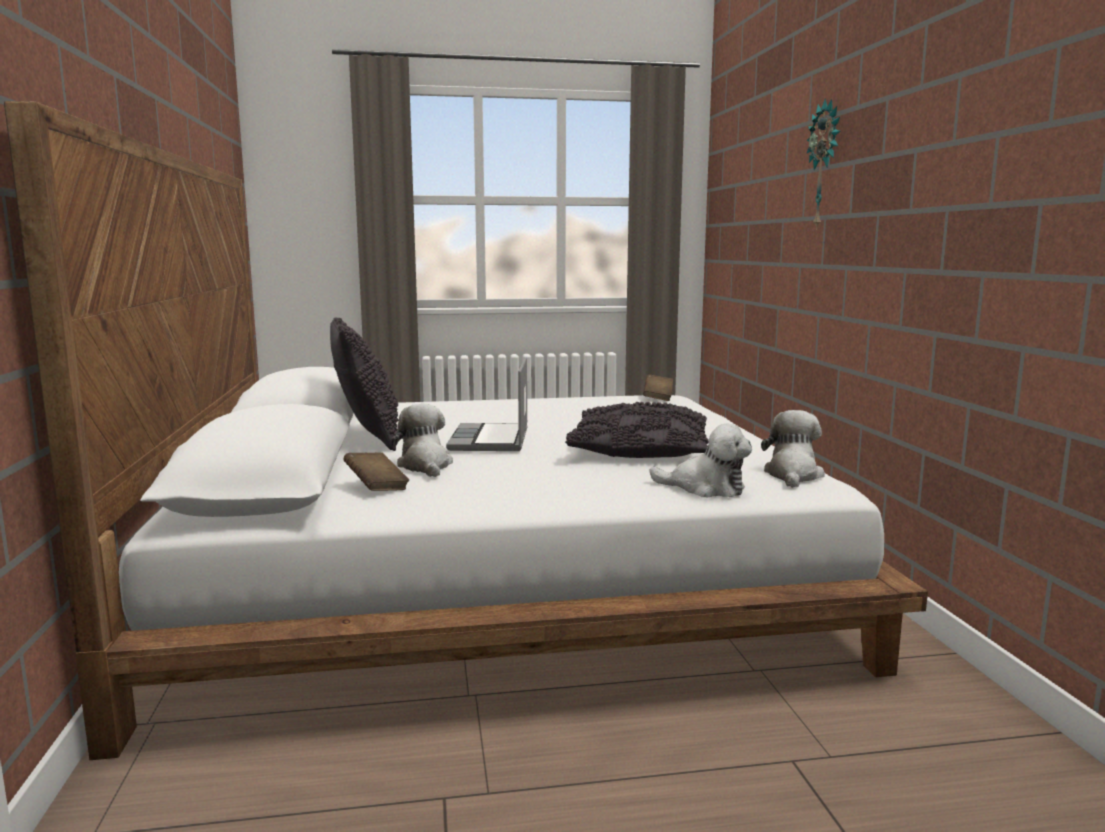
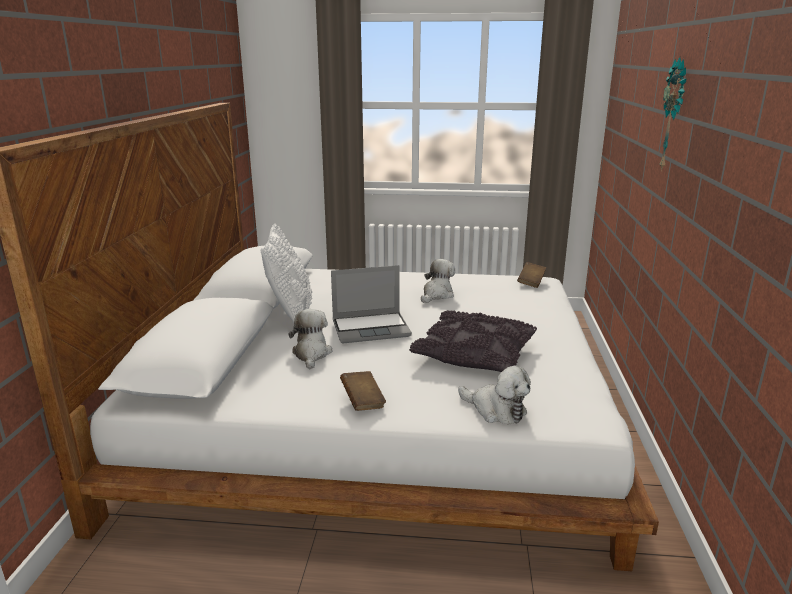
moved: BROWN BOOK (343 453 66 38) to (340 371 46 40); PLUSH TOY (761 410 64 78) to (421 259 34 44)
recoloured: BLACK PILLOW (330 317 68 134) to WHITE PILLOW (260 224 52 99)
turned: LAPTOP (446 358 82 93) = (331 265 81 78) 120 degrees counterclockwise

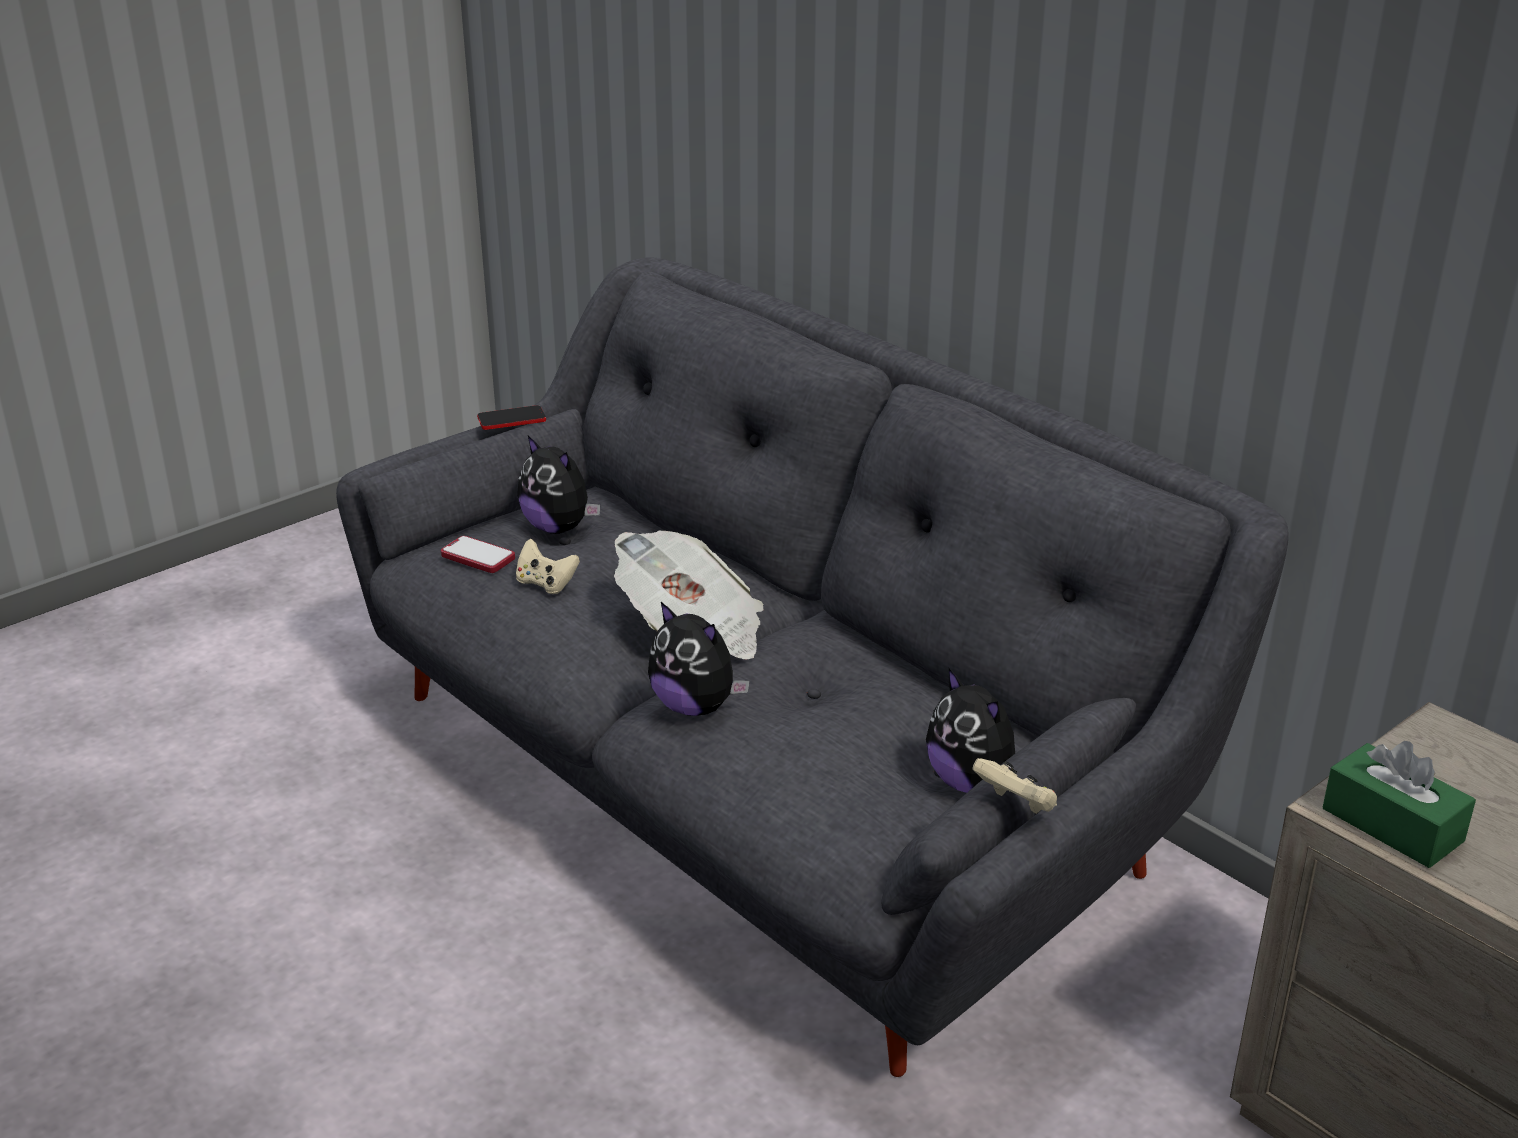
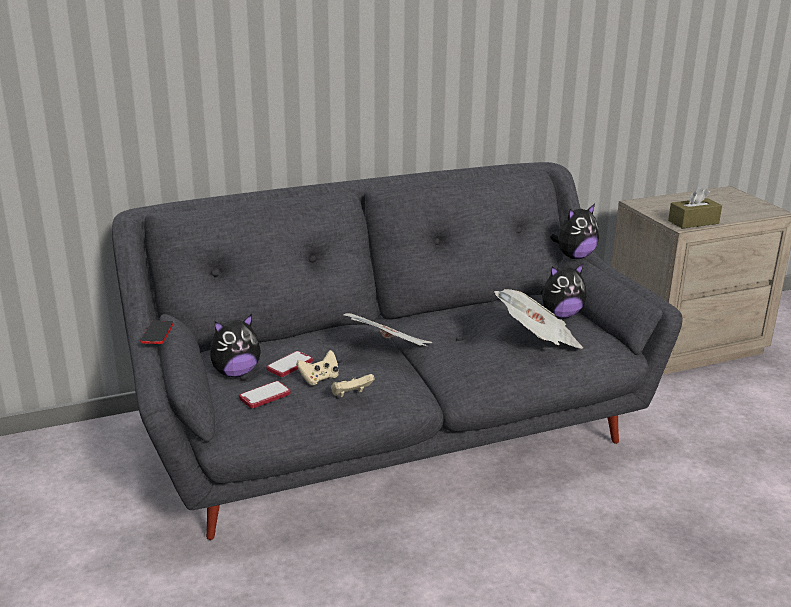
added: PHONE (266 351 47 26); NEWSPAPER (494 289 90 60)
moved: PLUSH TOY (648 602 102 114) to (550 204 49 55); BEIGE GAME CONTROLLER (972 758 85 56) to (331 374 43 24)
recoloured: GREEN TISSUE BOX (1323 741 153 127) to BROWN TISSUE BOX (668 186 54 43)

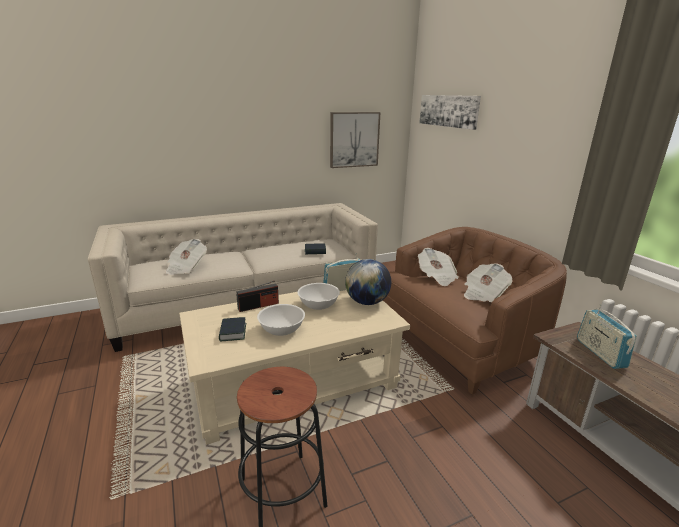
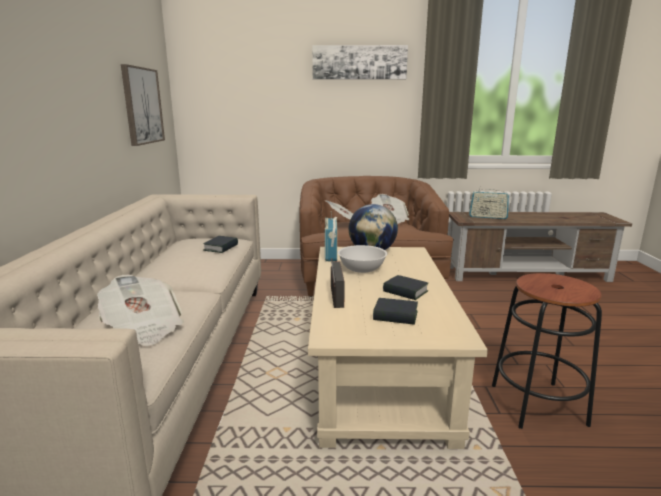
moved: PICTURE (419 95 62 35) to (312 45 96 34)
replaced: WHITE BOWL (257 304 48 32) to BOOK (383 275 45 25)

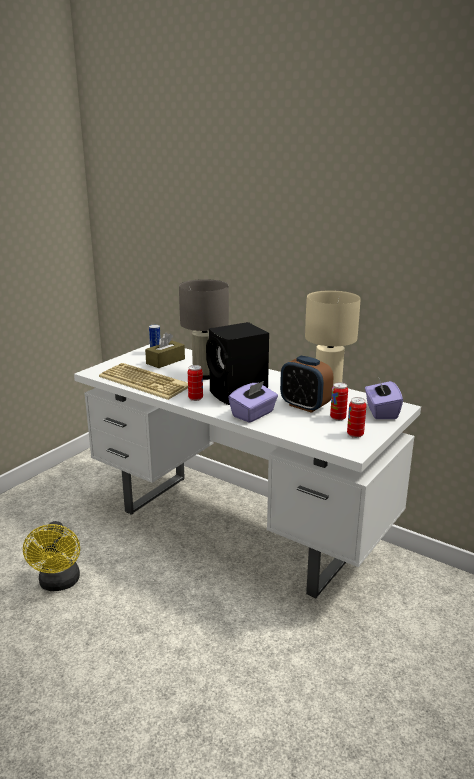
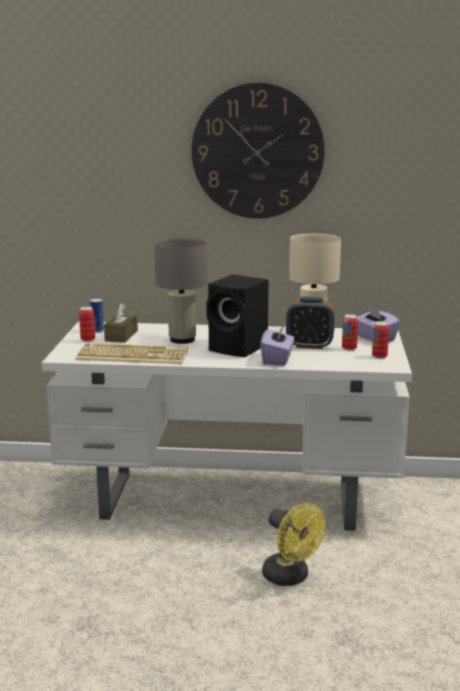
added: WALL CLOCK (191 83 134 136)
moved: YELLOW FAN (23 521 57 70) to (262 503 64 83); CAN (188 365 15 36) to (79 306 16 36)

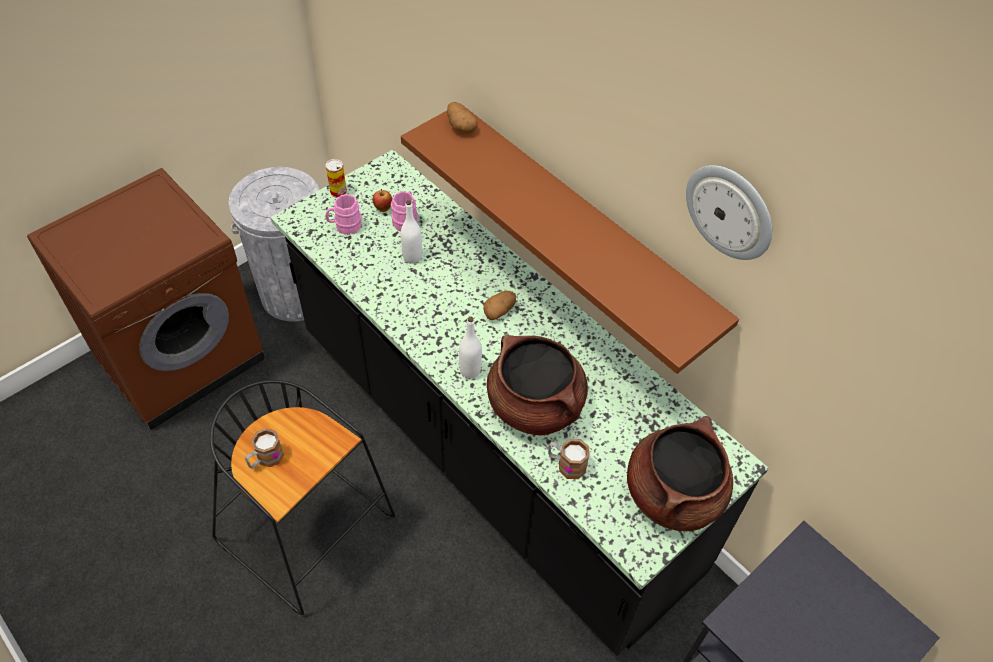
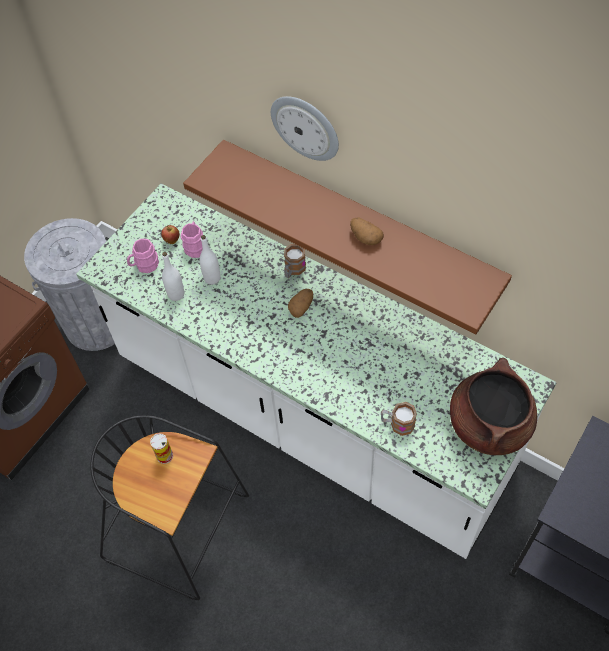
removed: BROWN COOKING POT (487 335 101 100)
moved: MUG (245 428 39 41) to (284 244 22 34); CAN (326 159 21 39) to (150 433 23 31); POTATO (447 102 31 31) to (350 218 34 27); WHITE BOTTLE (459 317 23 61) to (162 252 22 49); WALL CLOCK (686 165 86 95) to (271 96 68 65)
recoloured: BLACK COUNTER (270 149 499 507) to WHITE COUNTER (76 183 480 376)

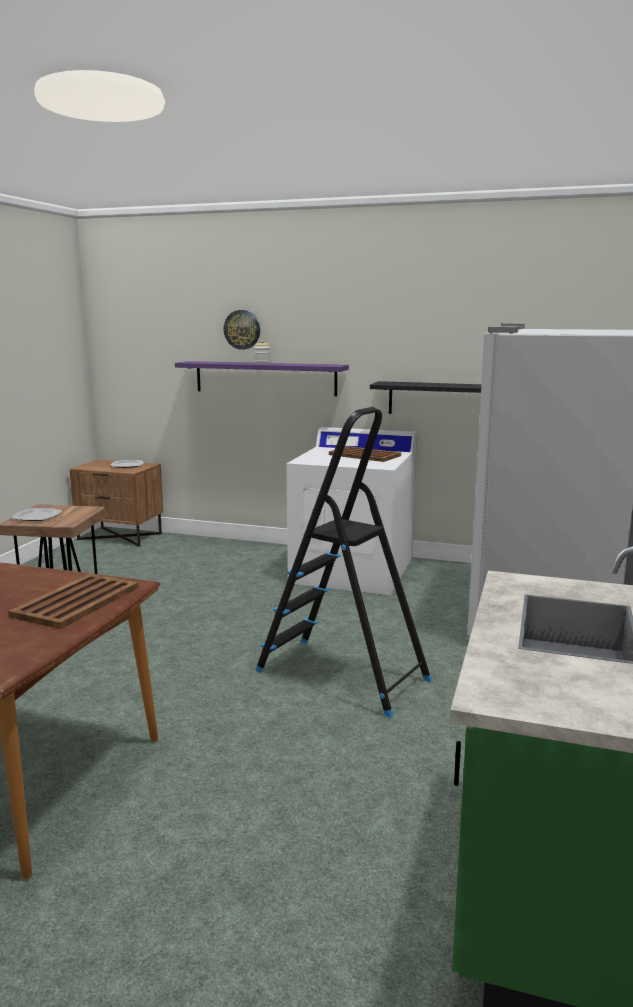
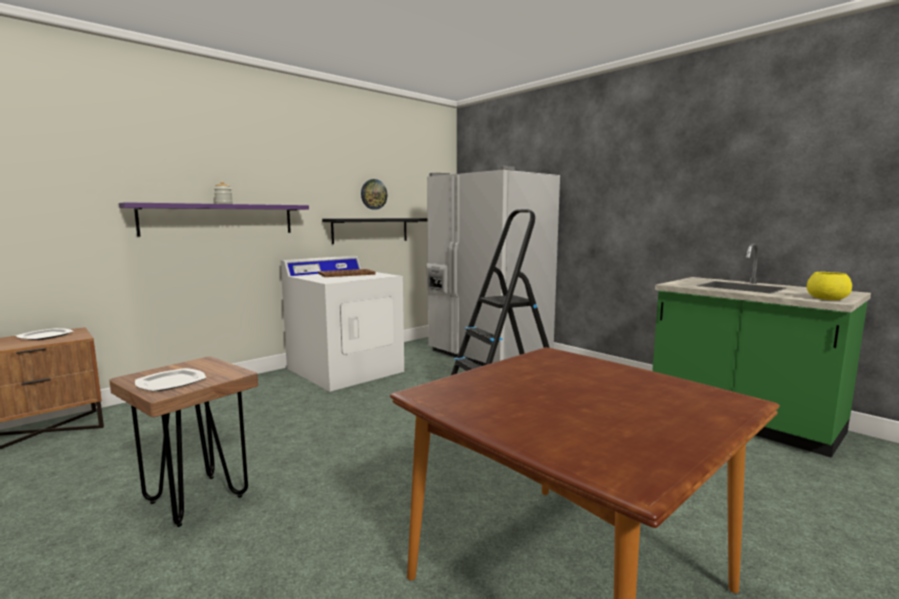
removed: BROWN TRAY (8 574 130 55)
added: YELLOW BOWL (807 272 45 28)
moved: WALL CLOCK (223 310 37 40) to (361 179 26 31)

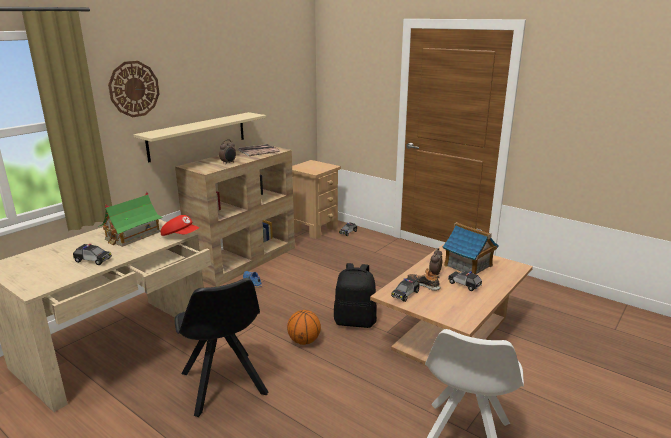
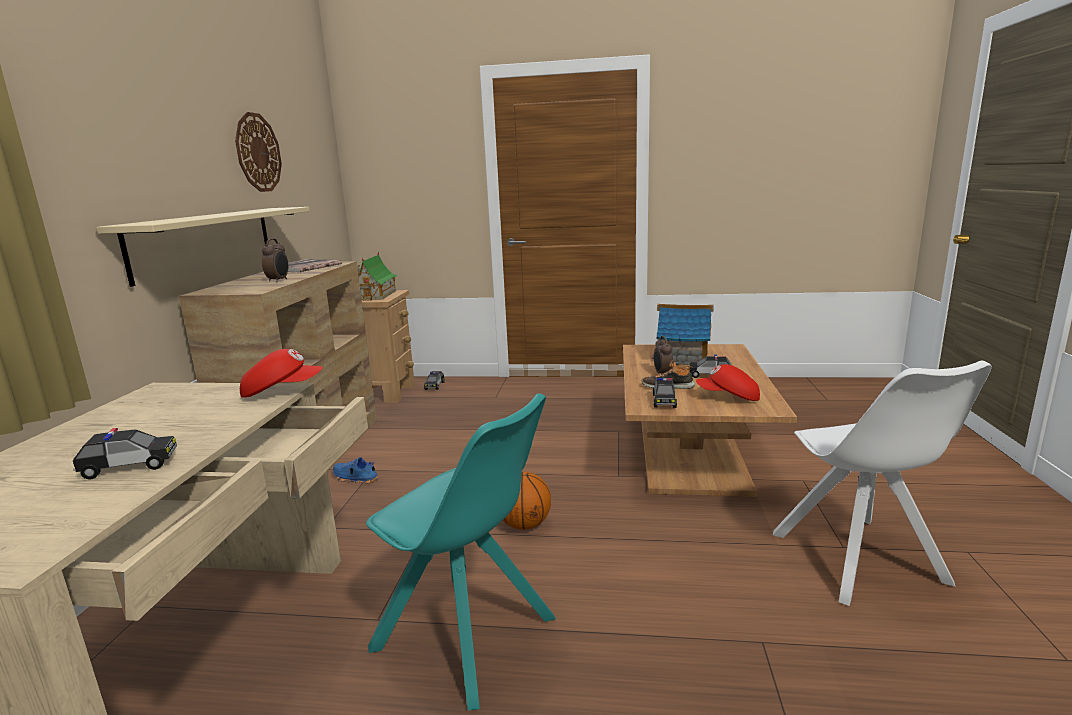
removed: BLACK BACKPACK (334 263 43 65)
added: RED CAP (696 364 64 37)
moved: TOY HOUSE (98 192 65 55) to (357 252 41 49); WALL CLOCK (108 61 52 56) to (235 112 47 80)
recoloured: BLACK CHAIR (175 278 93 139) to TURQUOISE CHAIR (366 393 190 317)

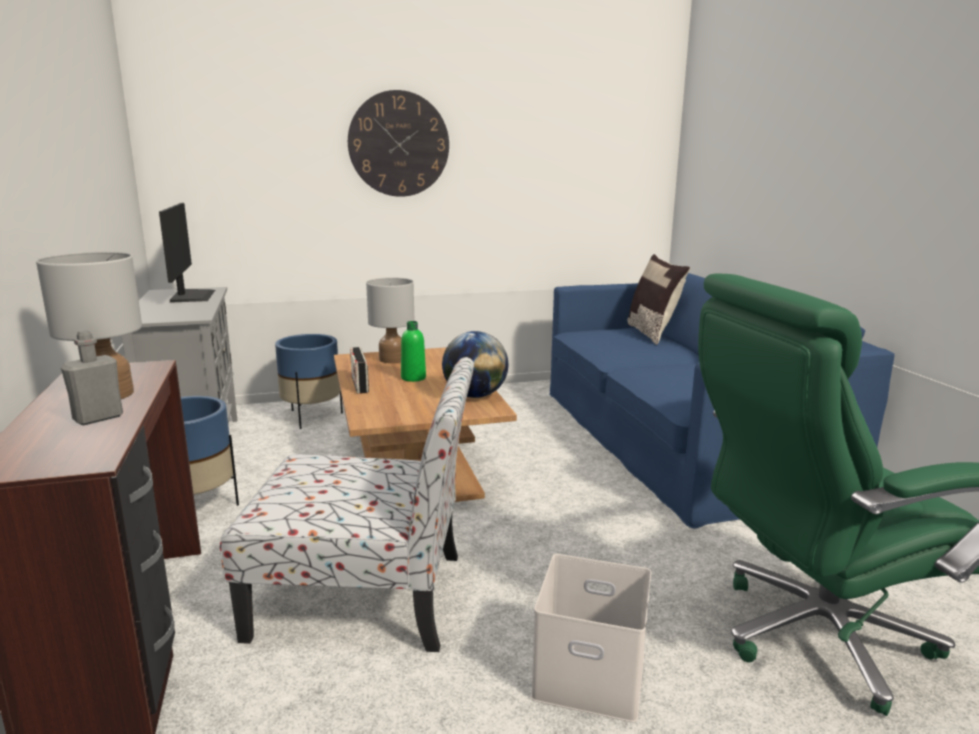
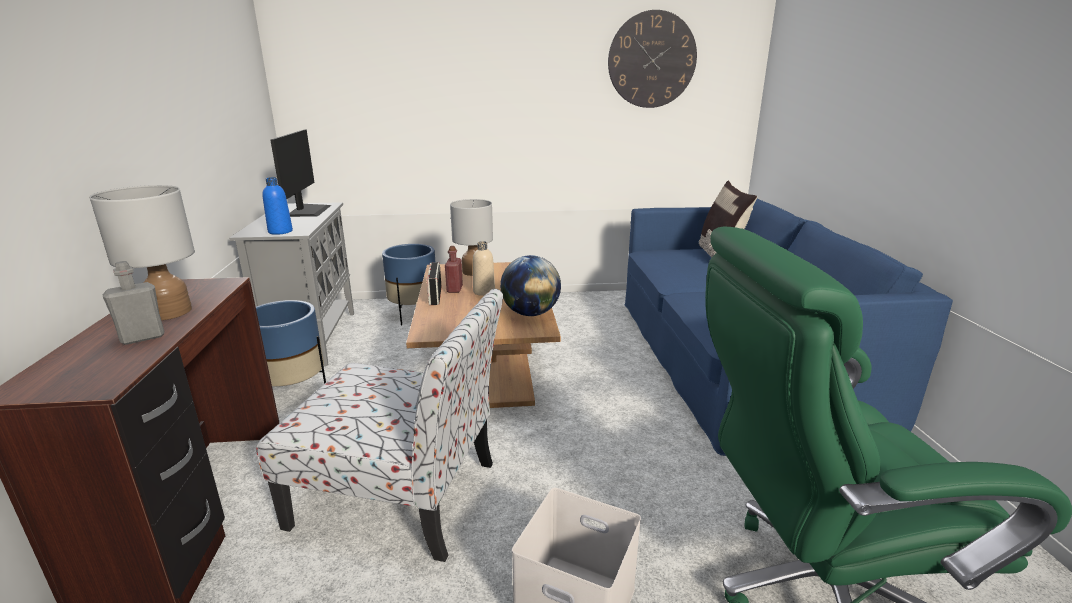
added: BLUE BOTTLE (262 177 31 58); RED BOTTLE (445 246 18 47)
moved: WALL CLOCK (348 90 101 107) to (608 10 89 98)
recoloured: GREEN BOTTLE (401 321 25 61) to BEIGE BOTTLE (473 241 22 55)

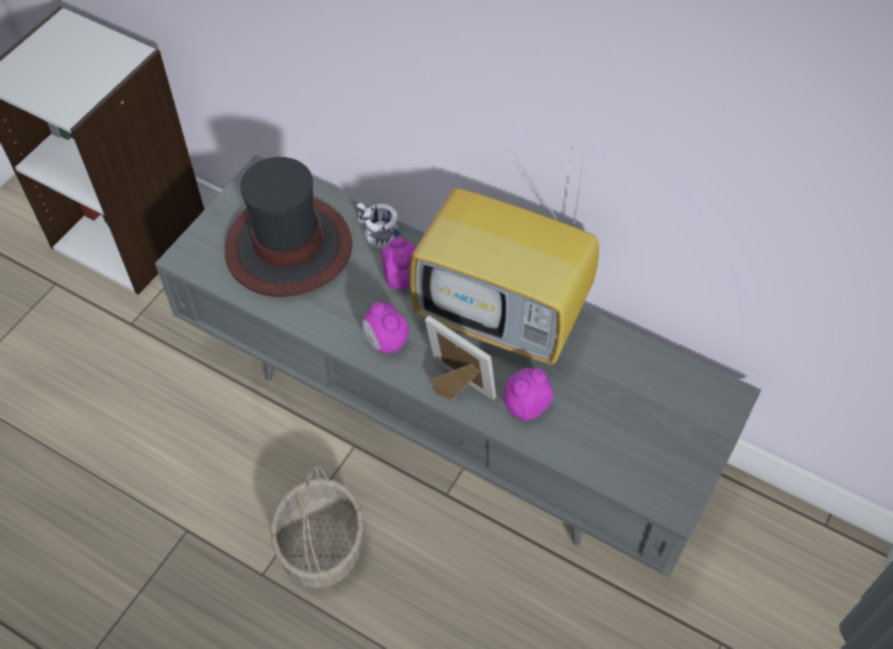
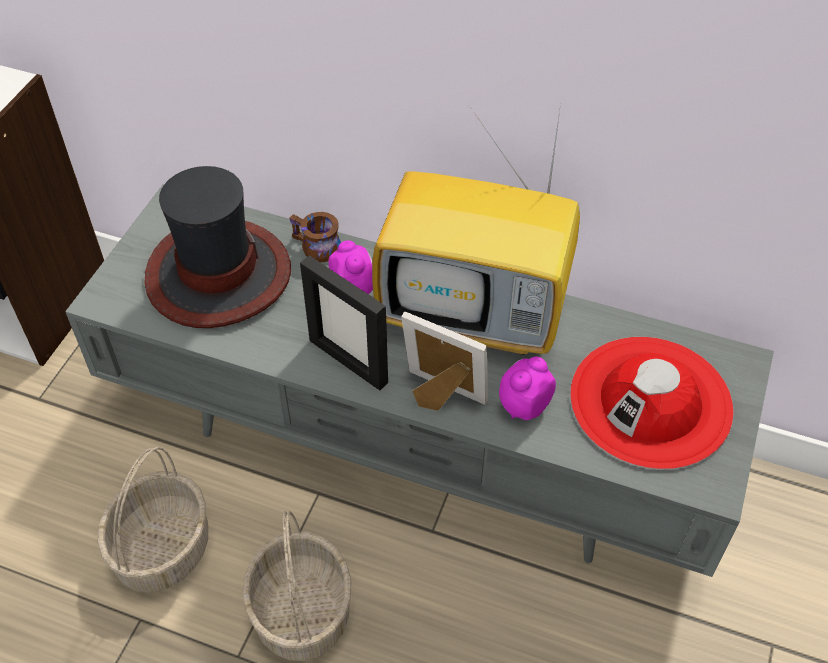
added: BASKET (97 447 111 146); RED HAT (570 337 164 133)
replaced: ALARM CLOCK (362 302 47 52) to PICTURE FRAME (300 255 88 135)
recoloured: WHITE MUG (356 202 43 47) to BROWN MUG (289 212 52 50)

